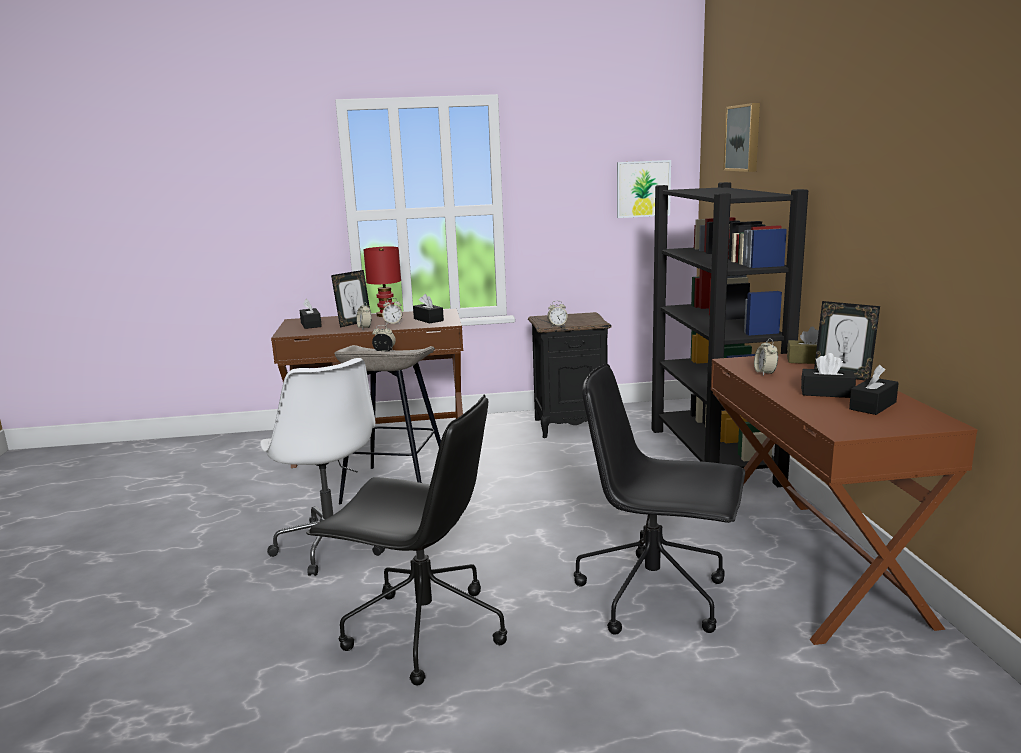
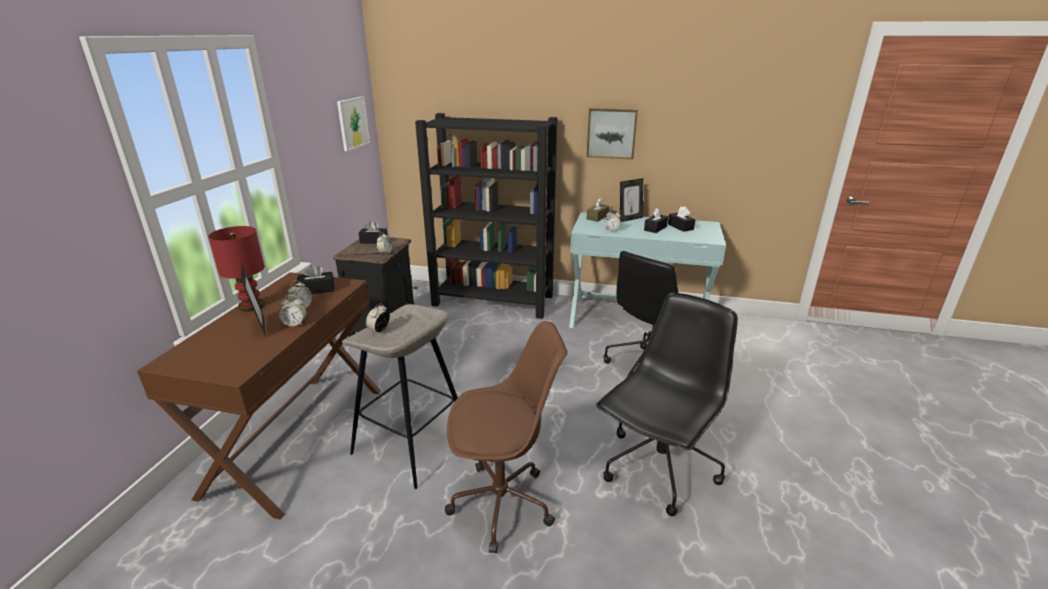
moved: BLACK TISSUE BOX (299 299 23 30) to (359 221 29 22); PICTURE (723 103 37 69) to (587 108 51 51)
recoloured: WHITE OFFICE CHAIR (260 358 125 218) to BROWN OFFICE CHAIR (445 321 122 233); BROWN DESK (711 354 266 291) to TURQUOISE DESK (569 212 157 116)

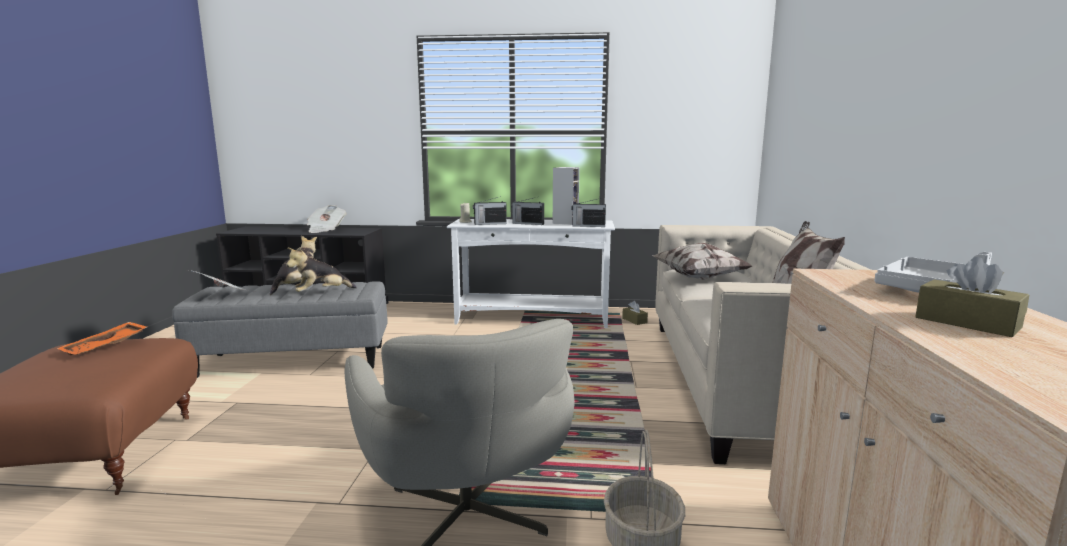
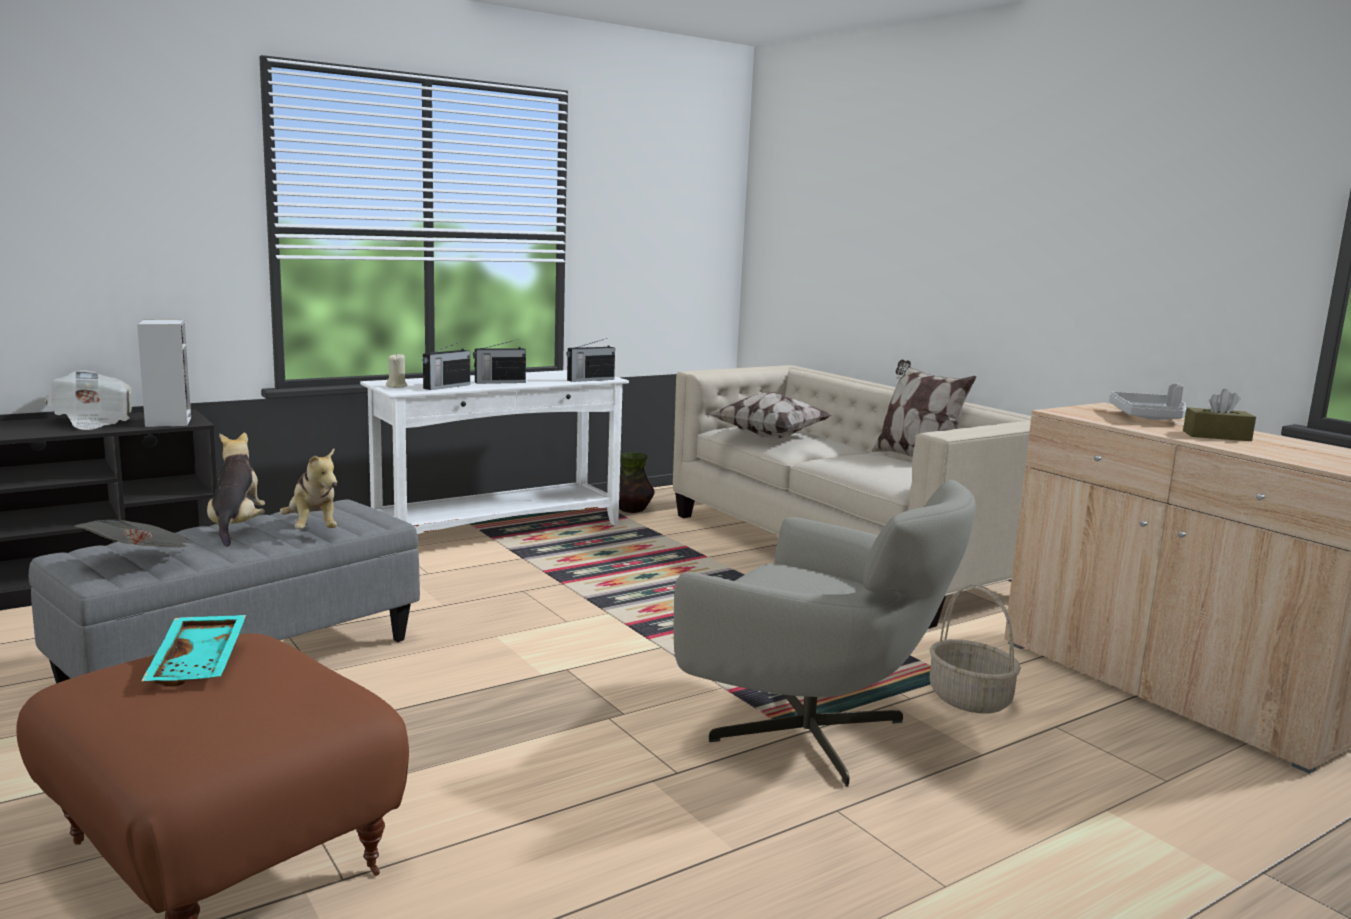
moved: SPEAKER (553 167 27 58) to (137 320 54 107)
replaced: BROWN TISSUE BOX (622 301 26 24) to VASE (619 452 36 61)
recoloured: ORANGE TRAY (57 322 90 33) to TURQUOISE TRAY (142 615 104 71)
turned: PLUSH TOY (286 247 71 45) = (280 449 57 80) 45 degrees counterclockwise

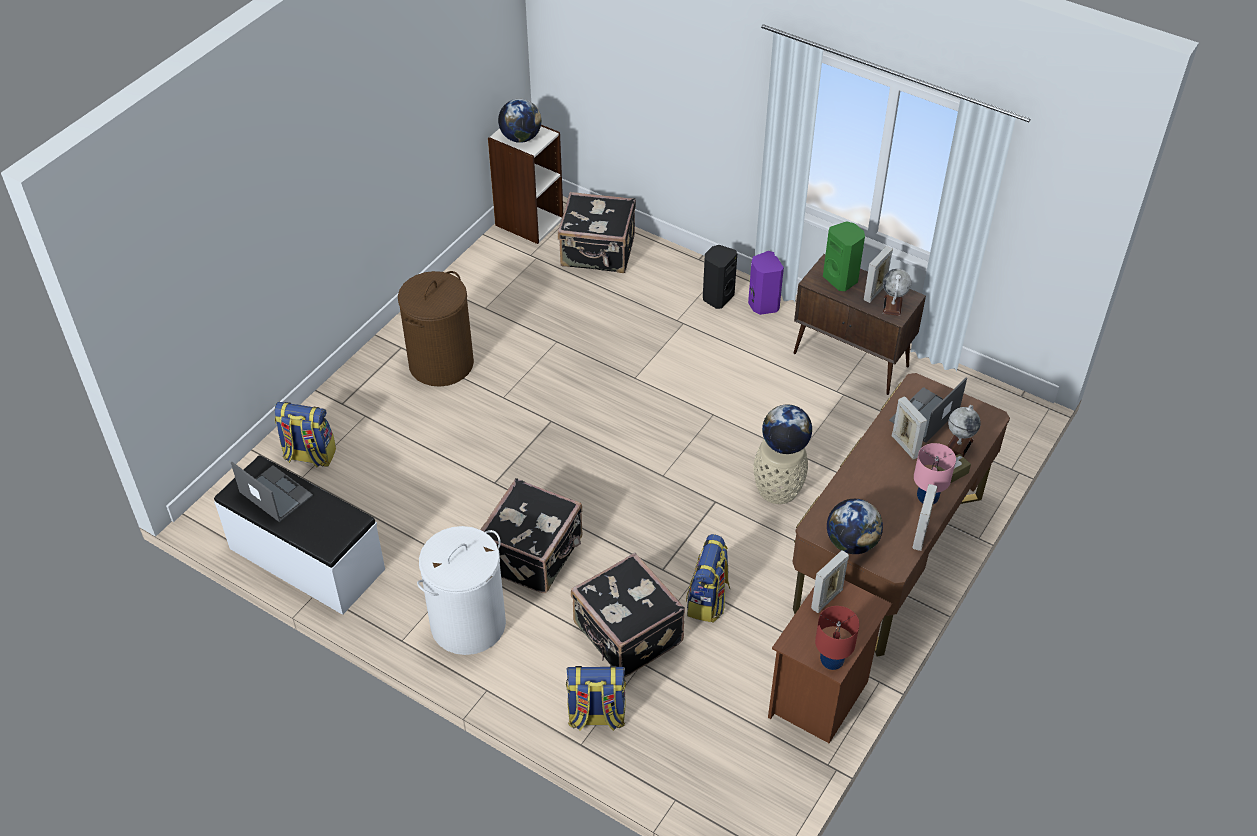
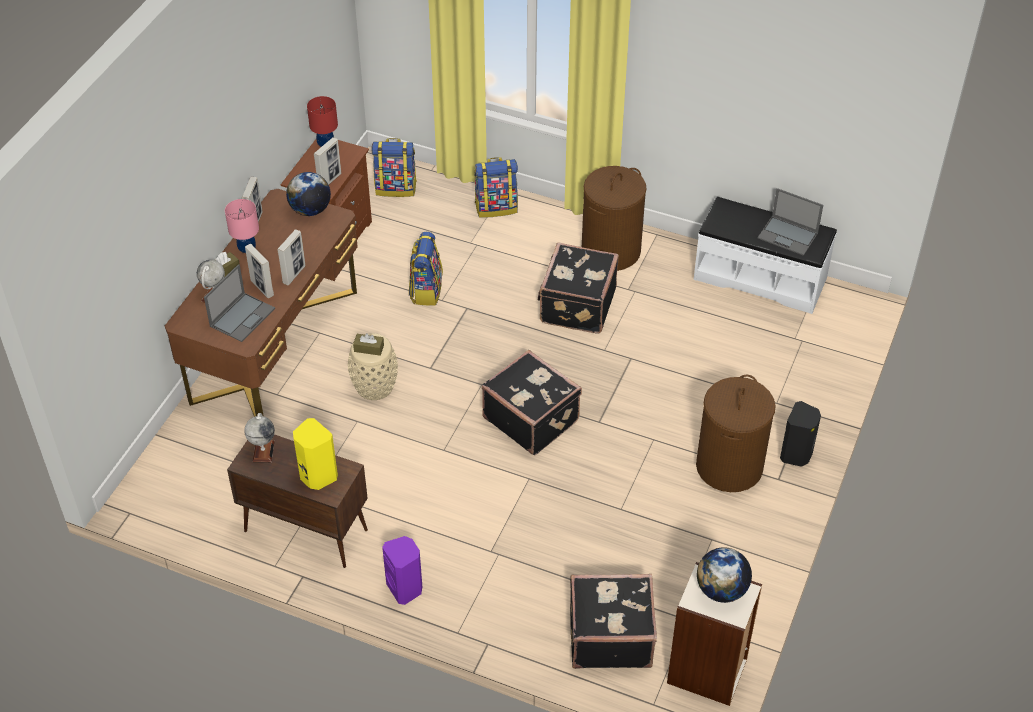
moved: BACKPACK (275 402 61 65) to (371 138 46 59); BLACK SUITCASE (571 553 114 125) to (482 350 100 105); BLACK SPEAKER (703 245 34 64) to (780 401 41 66); PICTURE FRAME (864 246 29 57) to (277 229 29 56)
replaced: GLOBE (762 404 50 50) to BROWN TISSUE BOX (353 333 31 23)
recoloured: WHITE LAUNDRY BASKET (417 526 89 129) to BROWN LAUNDRY BASKET (582 166 65 105); GREEN SPEAKER (823 221 42 70) to YELLOW SPEAKER (293 418 45 72)

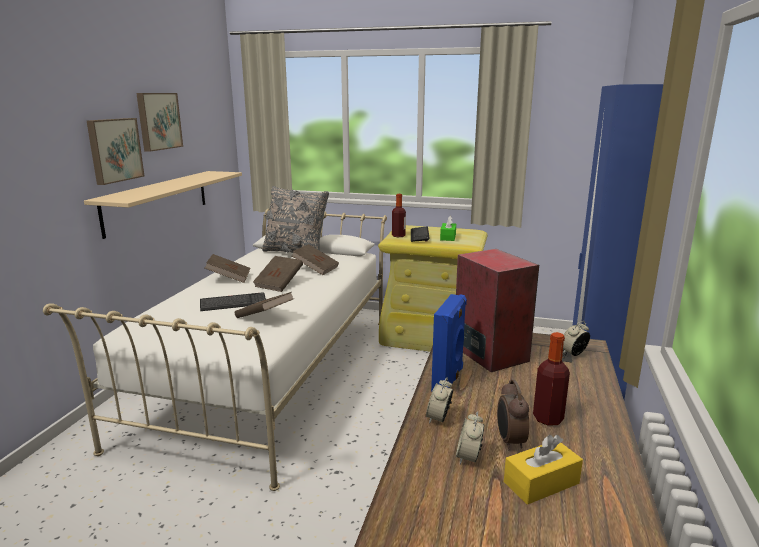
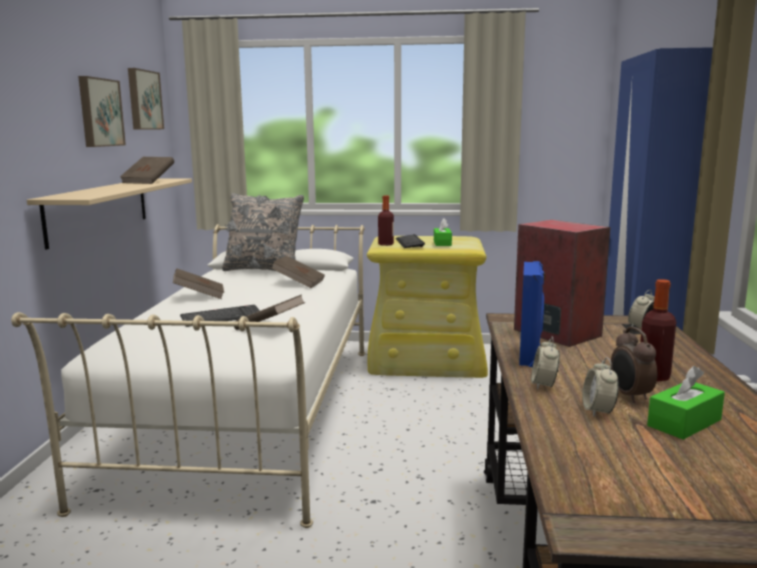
moved: PICTURE (87 118 57 67) to (128 68 36 61); BROWN BOOK (253 256 50 36) to (120 157 54 27)
recoloured: YELLOW TISSUE BOX (504 435 79 70) to GREEN TISSUE BOX (647 366 78 74)

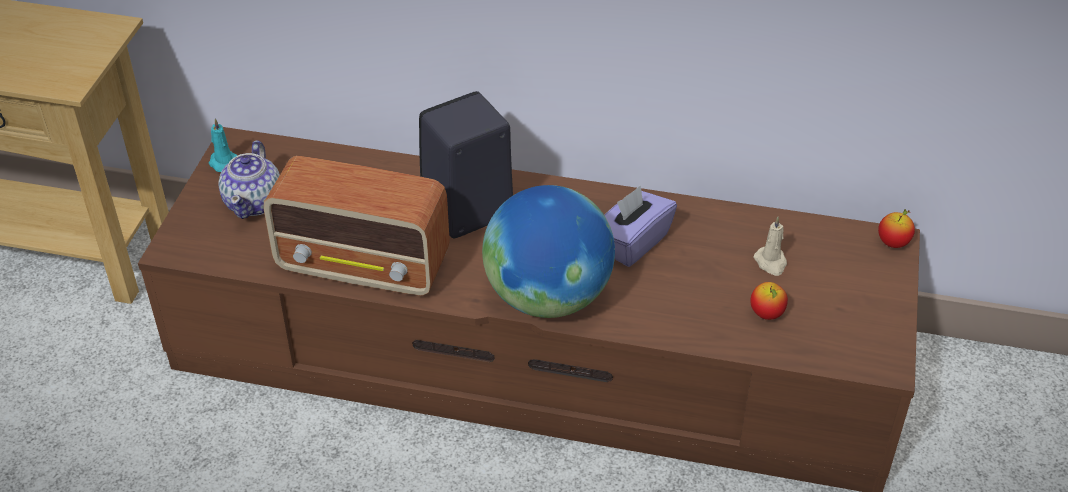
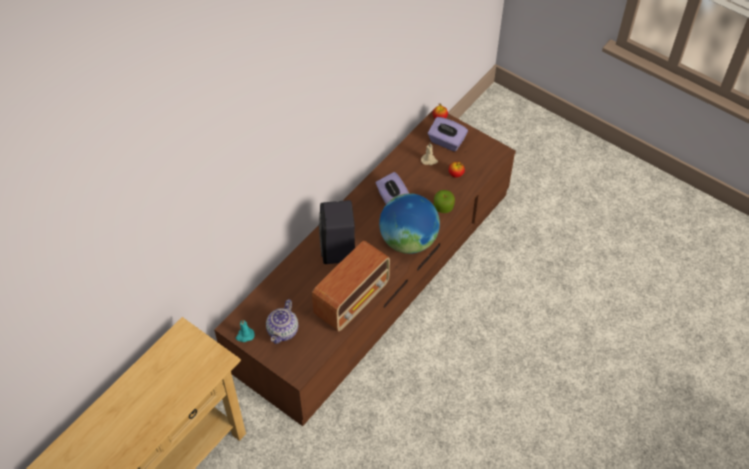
added: PURPLE TISSUE BOX (428 117 40 35); APPLE (434 190 21 23)
turned: TEAPOT (218 140 62 79) = (266 299 32 45) 75 degrees clockwise

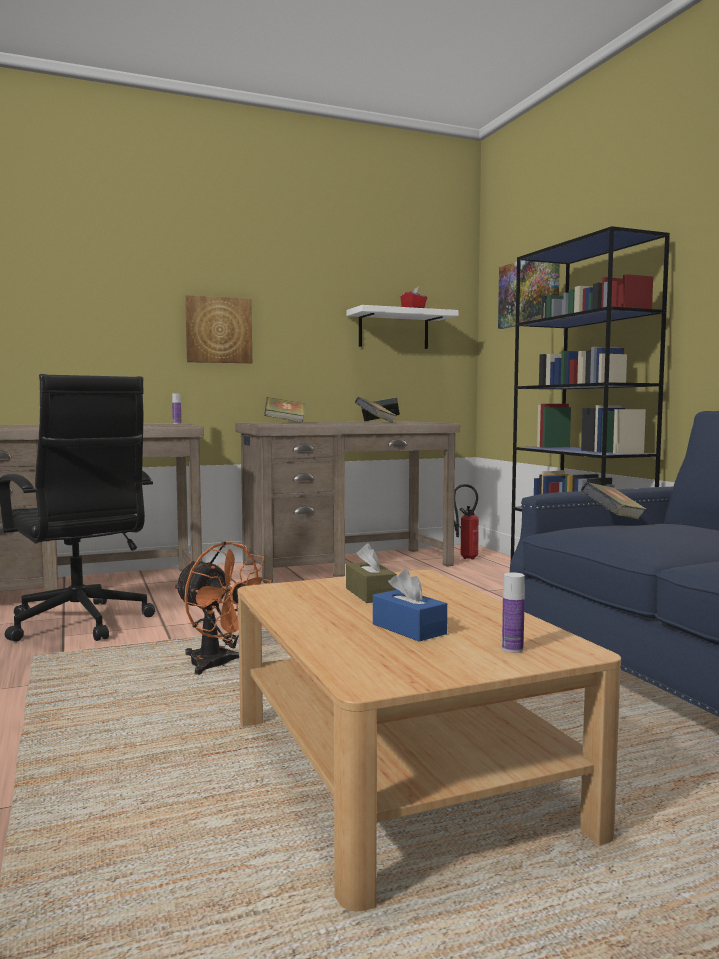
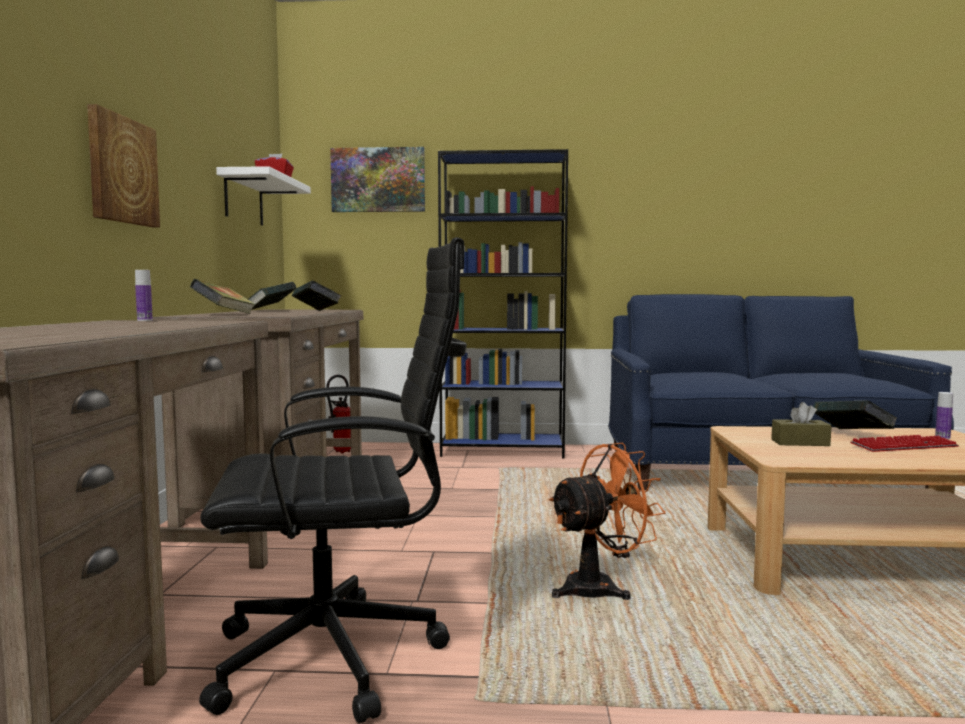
moved: BOOK (580 482 66 38) to (813 400 84 29)
replaced: BLUE TISSUE BOX (373 569 74 72) to KEYBOARD (850 435 109 17)

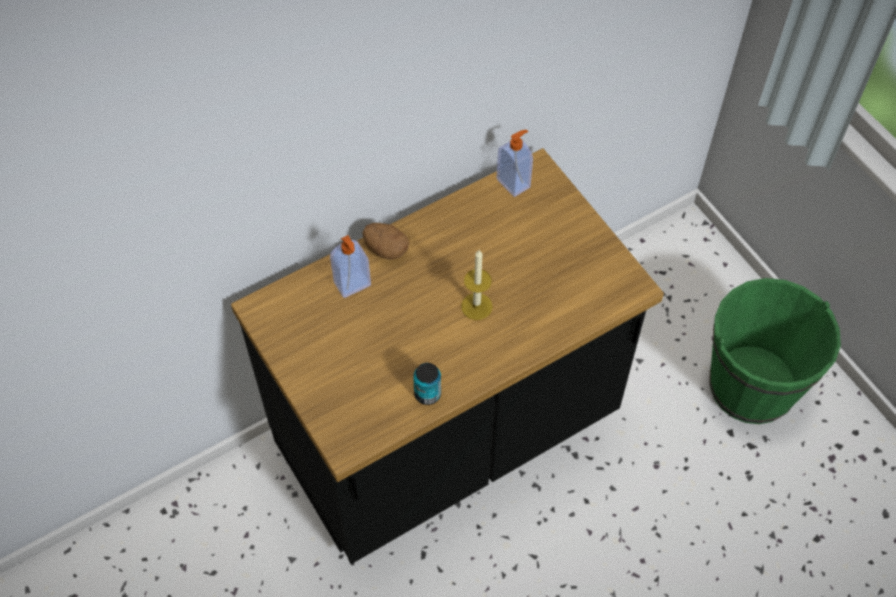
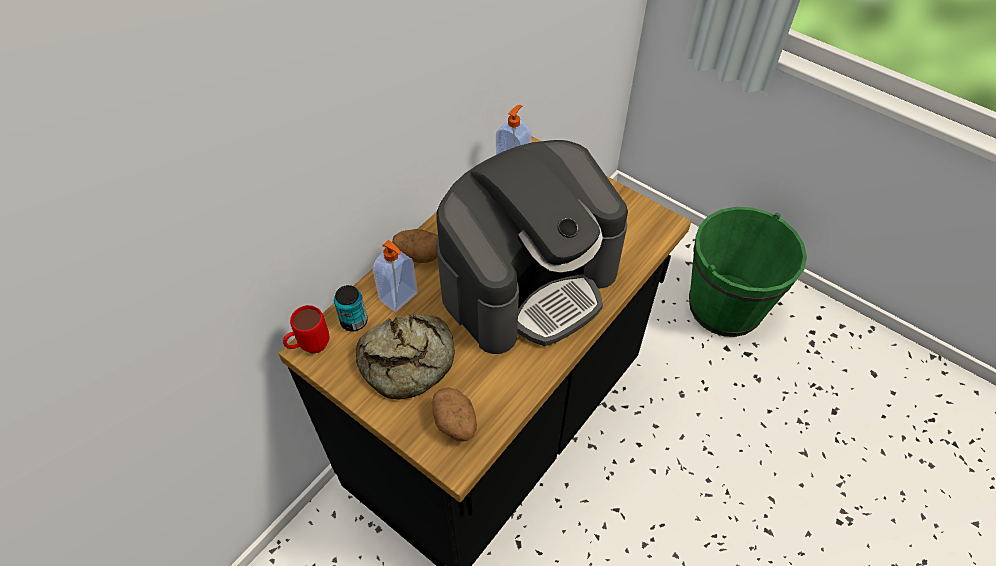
added: RED MUG (283 305 46 48); BREAD (356 314 99 86); POTATO (432 387 45 55)
moved: CAN (413 363 28 42) to (334 285 34 46)
replaced: CANDLE (461 250 32 70) to COFFEE MACHINE (436 140 192 214)

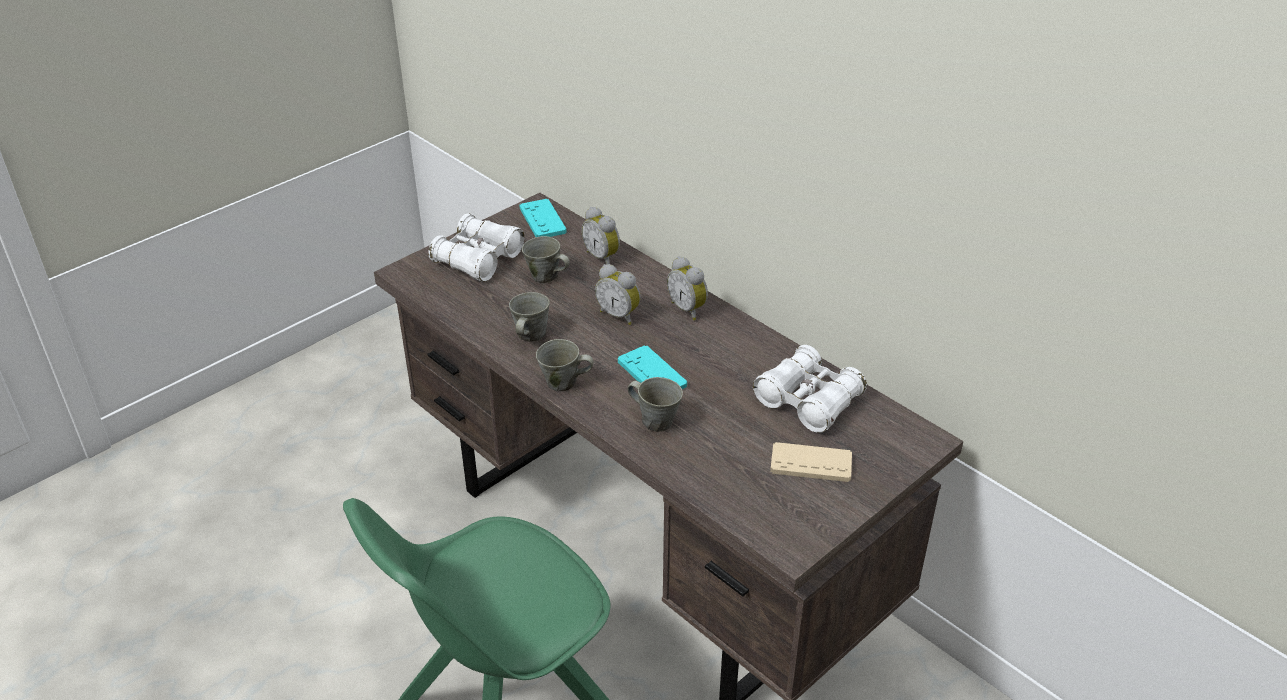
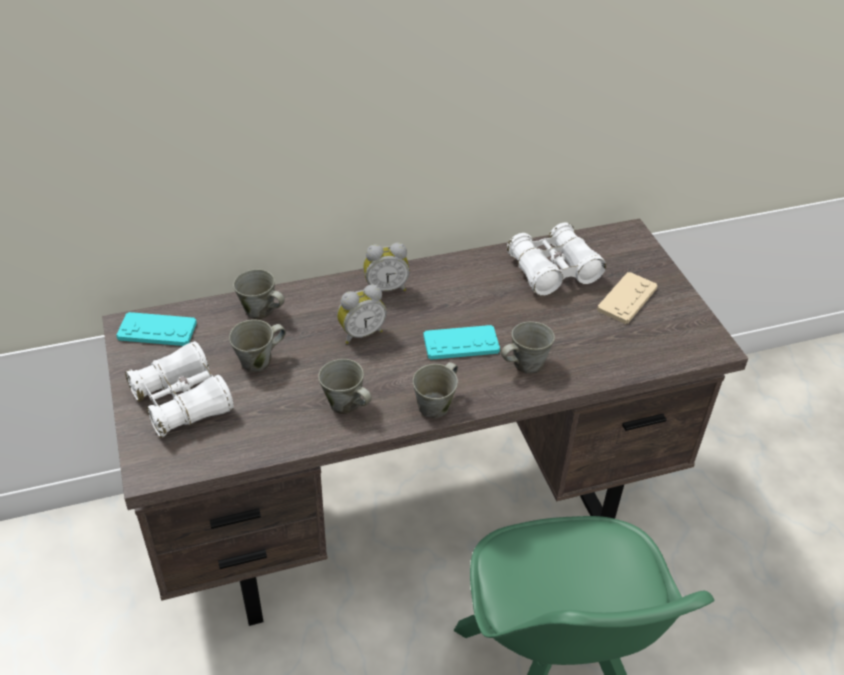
replaced: ALARM CLOCK (581 207 39 57) to GREY MUG (233 269 52 51)

